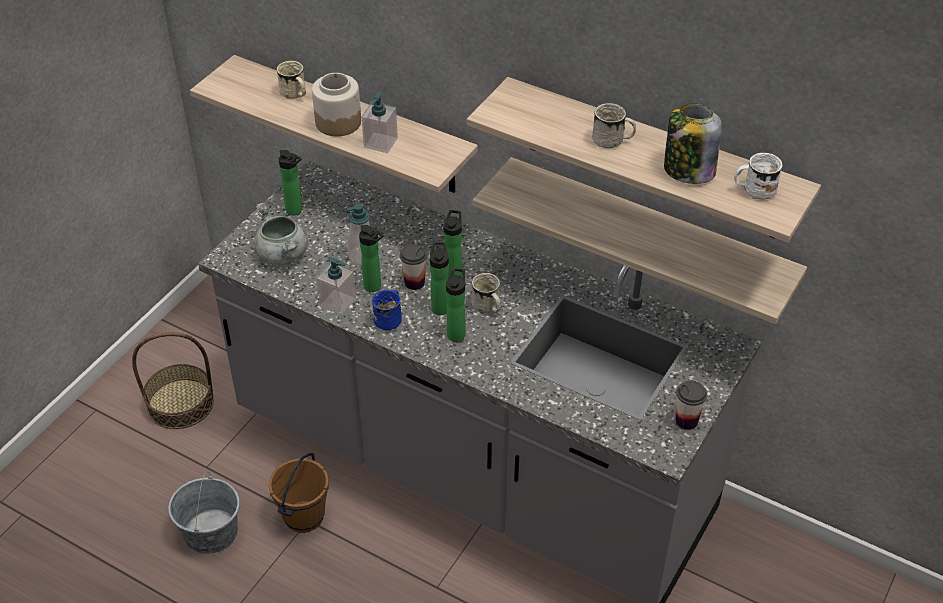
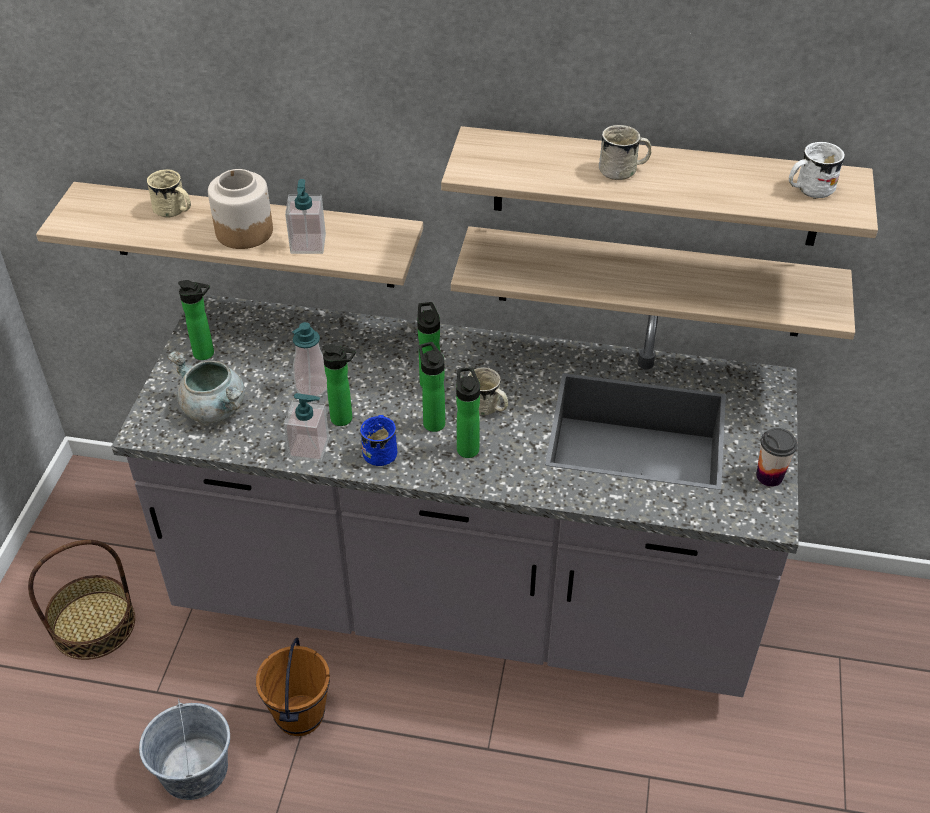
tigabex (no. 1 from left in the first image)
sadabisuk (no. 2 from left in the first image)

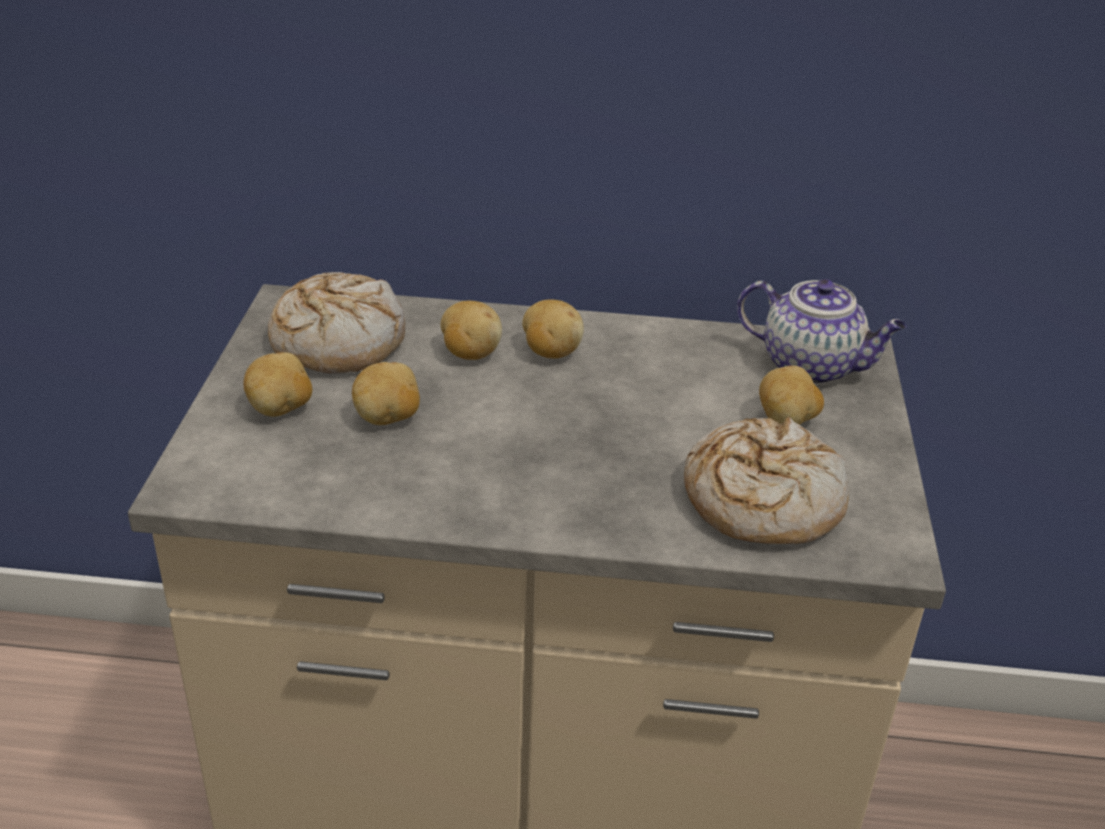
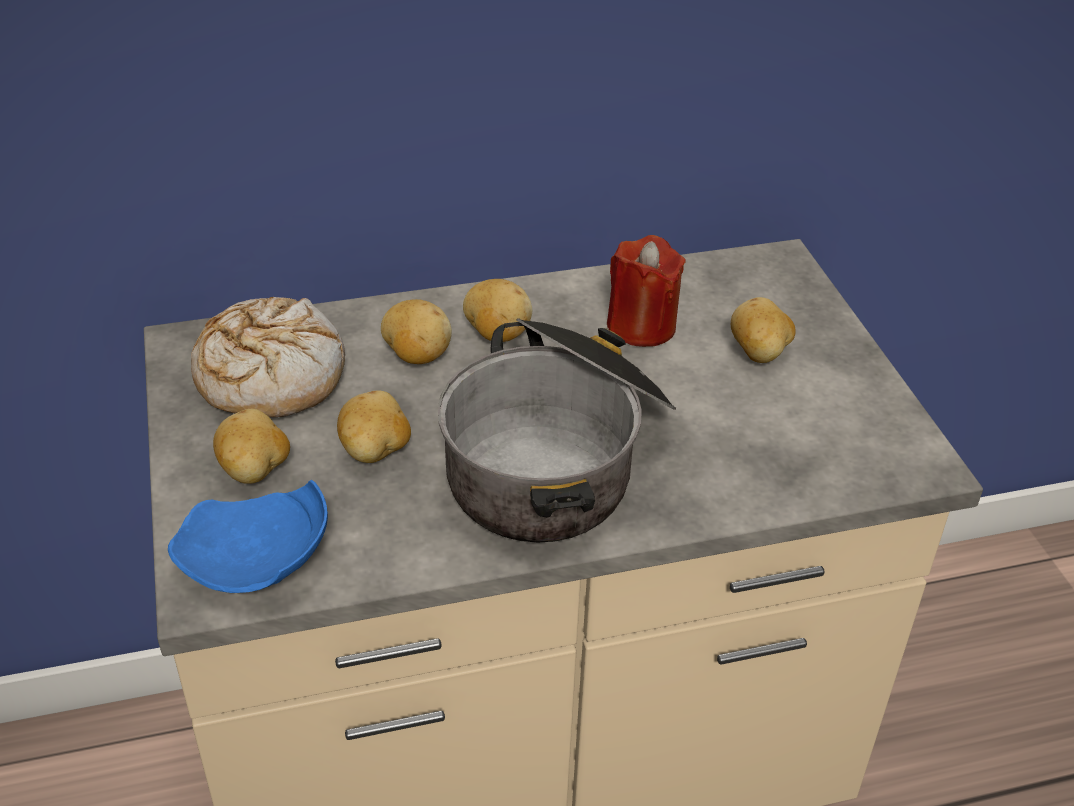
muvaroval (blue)
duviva
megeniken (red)
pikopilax (no. 2 from left in the first image)
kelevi

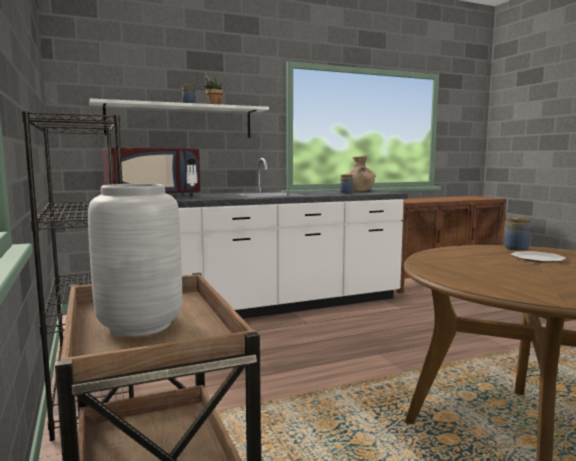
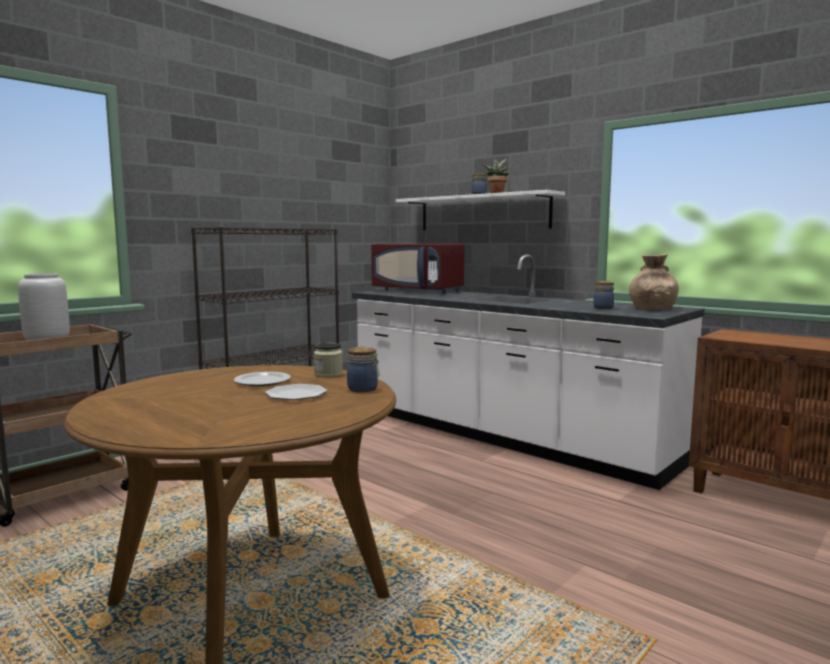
muvaroval (no. 1 from left)
sadabisuk (no. 1 from left)

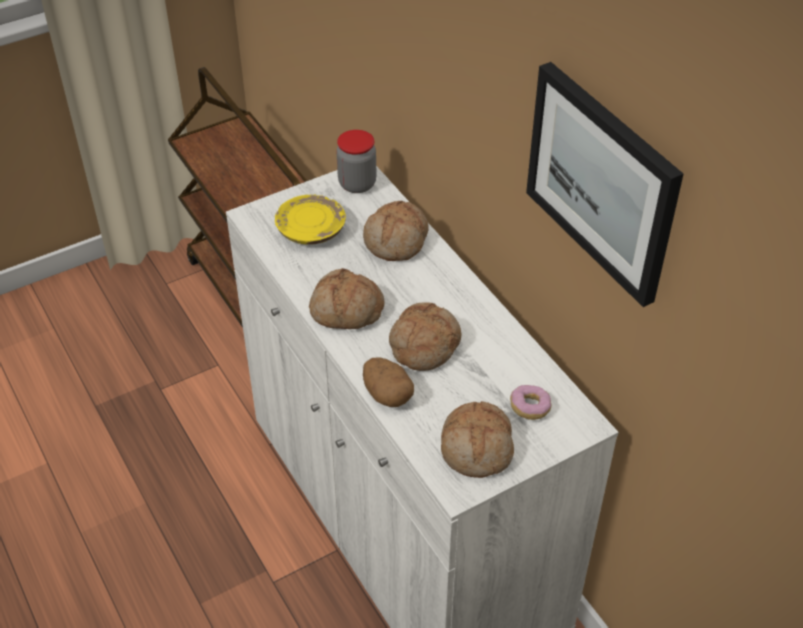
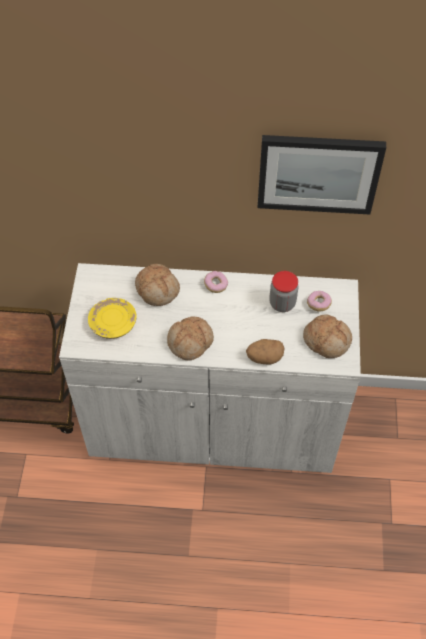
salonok (no. 1 from left)
sadabisuk
pikopilax (no. 3 from left in the first image)

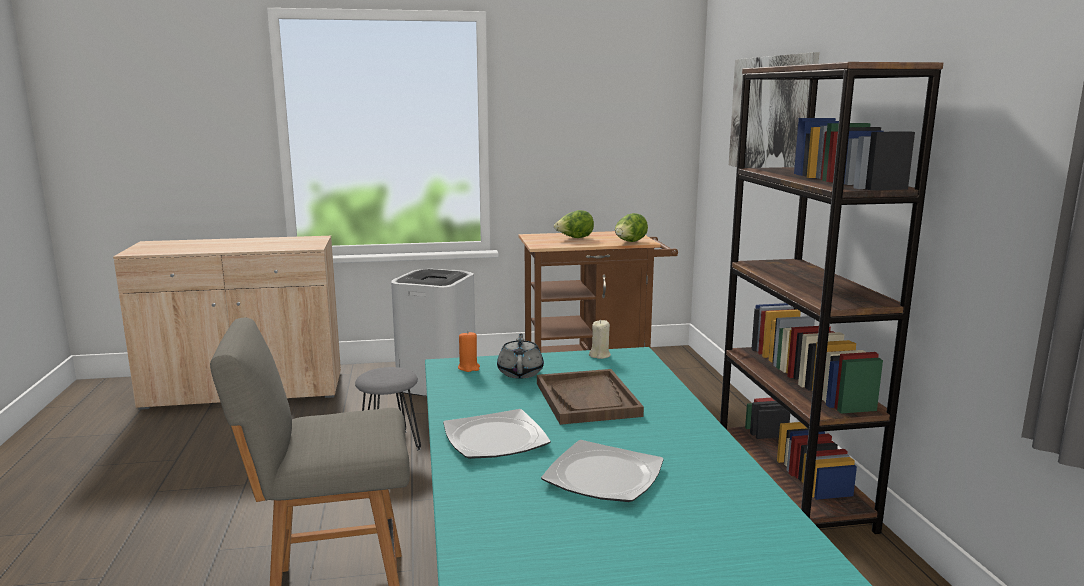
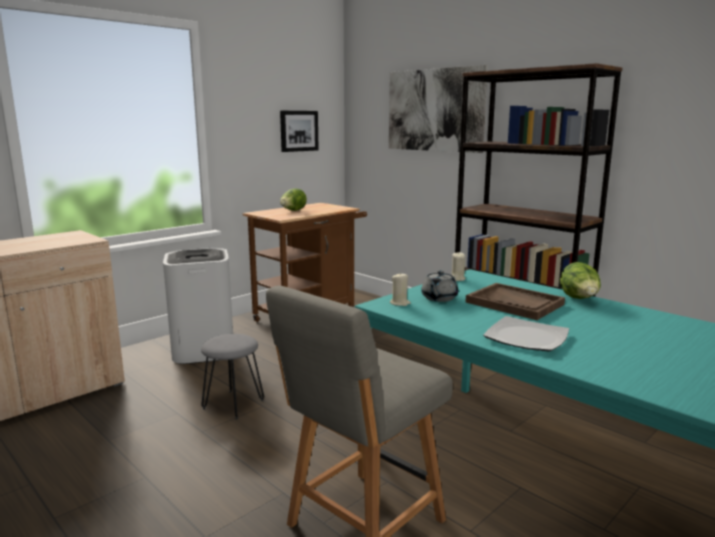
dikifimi (no. 1 from left)
megeniken (beige) (no. 1 from left)
kelevi (grey)
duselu (no. 2 from left)
muvaroval (no. 2 from left in the first image)

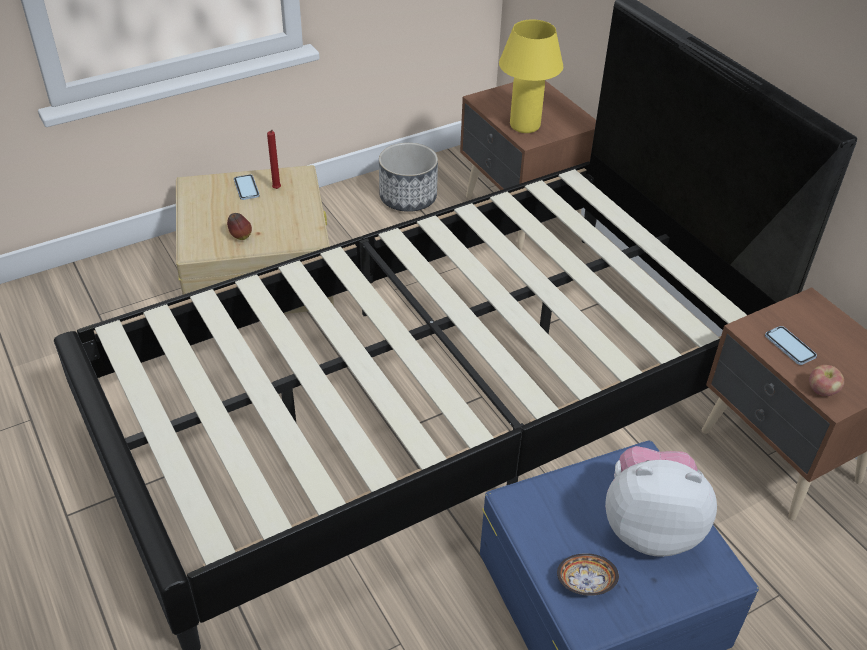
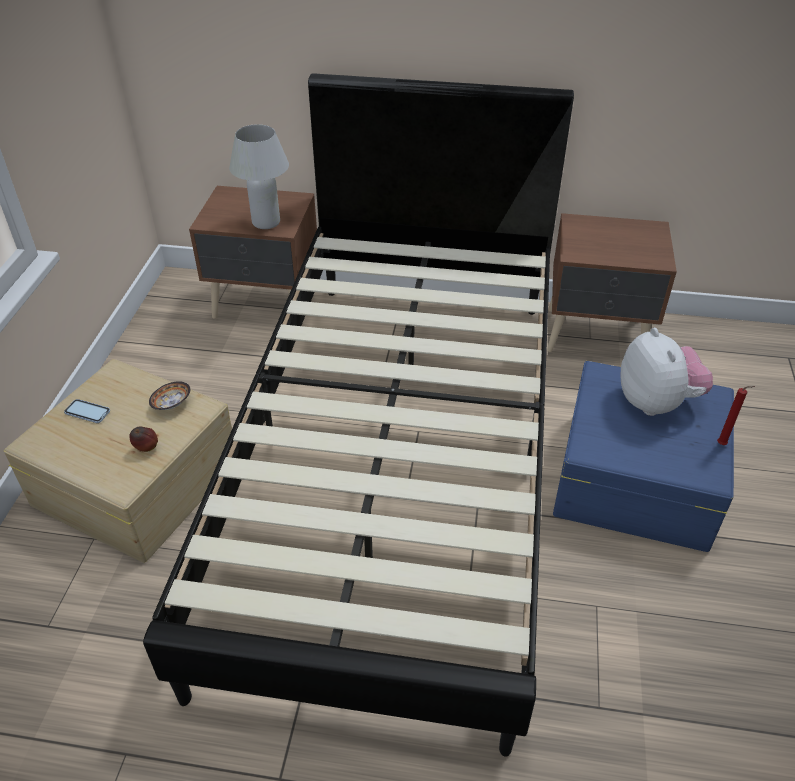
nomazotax
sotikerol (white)
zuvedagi
megeniken (red)
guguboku
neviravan (no. 2 from left in the first image)
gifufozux (no. 2 from left in the first image)

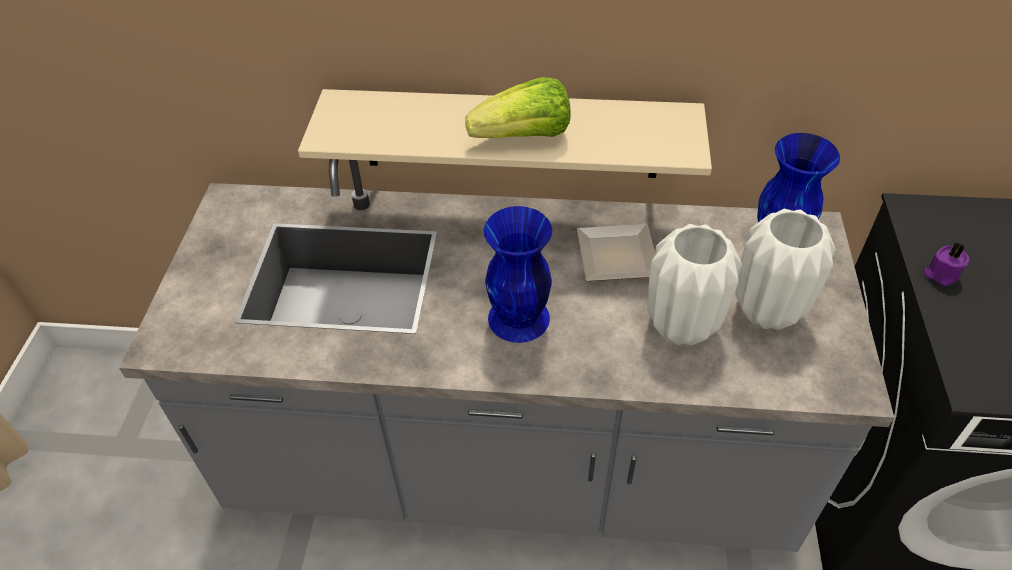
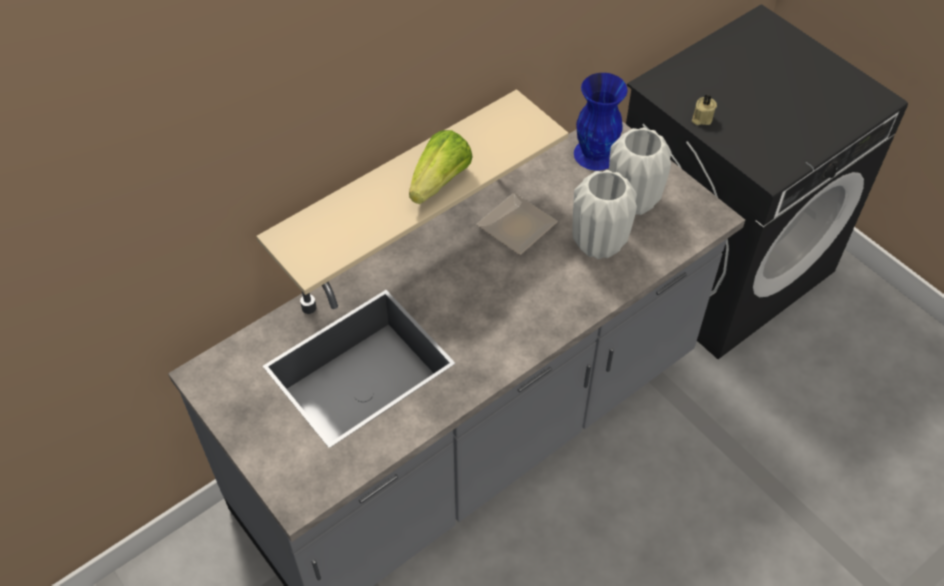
megeniken (beige)
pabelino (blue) (no. 1 from left in the first image)

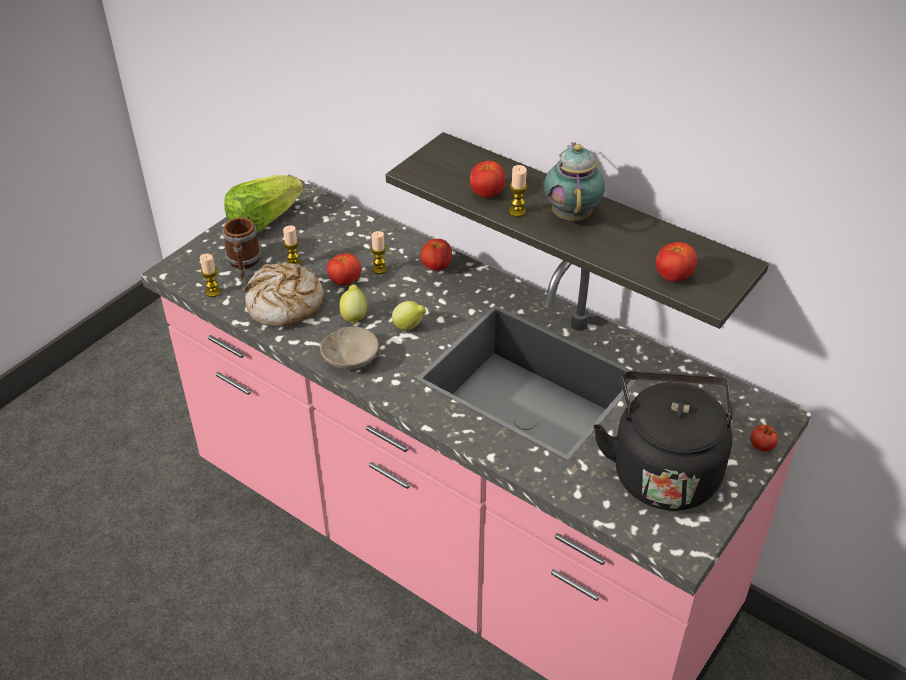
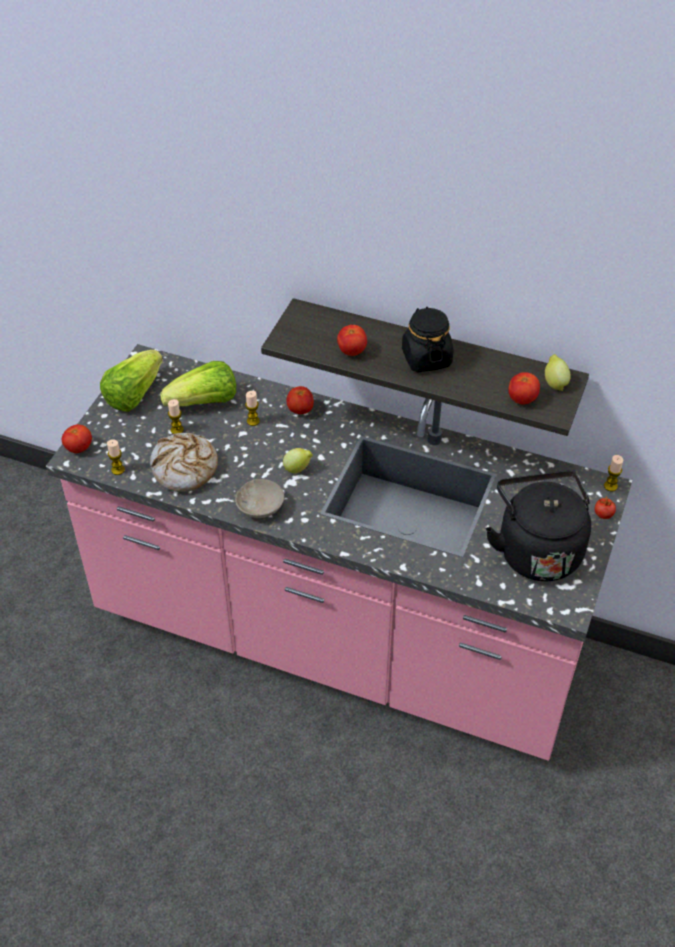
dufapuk (no. 1 from left)
duselu (no. 2 from left)
sadabisuk (black)
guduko (no. 2 from left)
megeniken (no. 4 from left)
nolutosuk

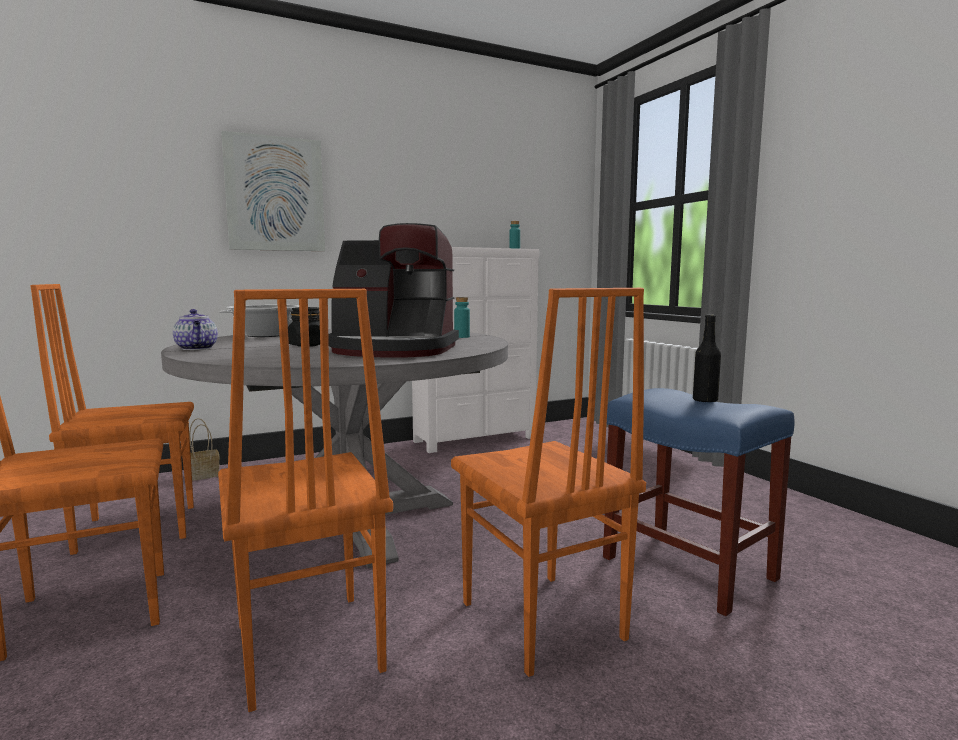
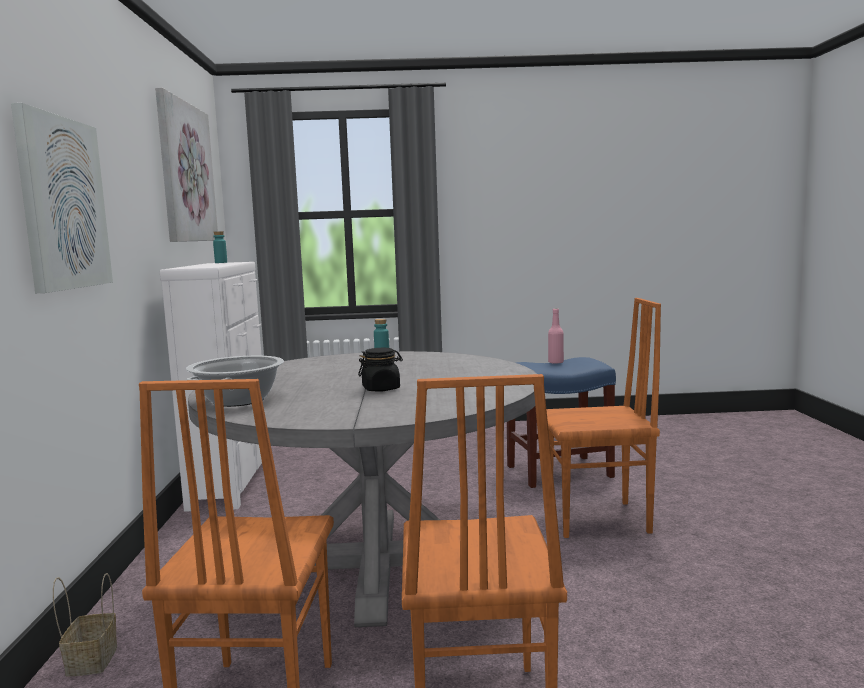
dikifimi (no. 2 from left)
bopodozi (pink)
kelevi
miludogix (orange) (no. 3 from left in the first image)
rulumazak

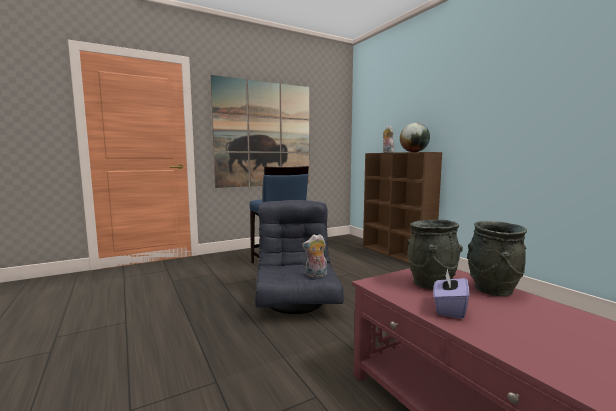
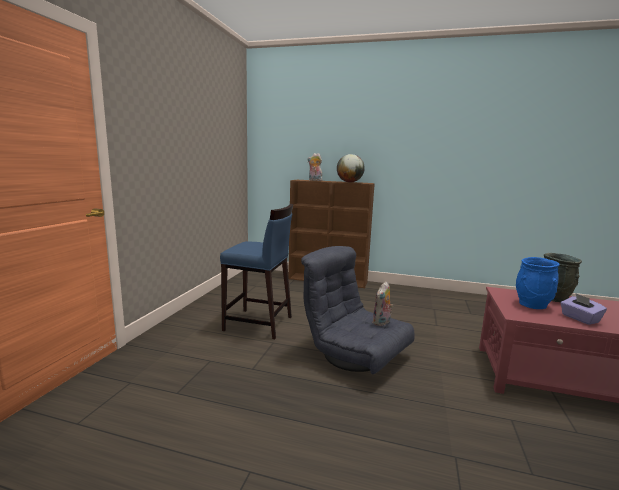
pabelino (blue)
dikifimi

